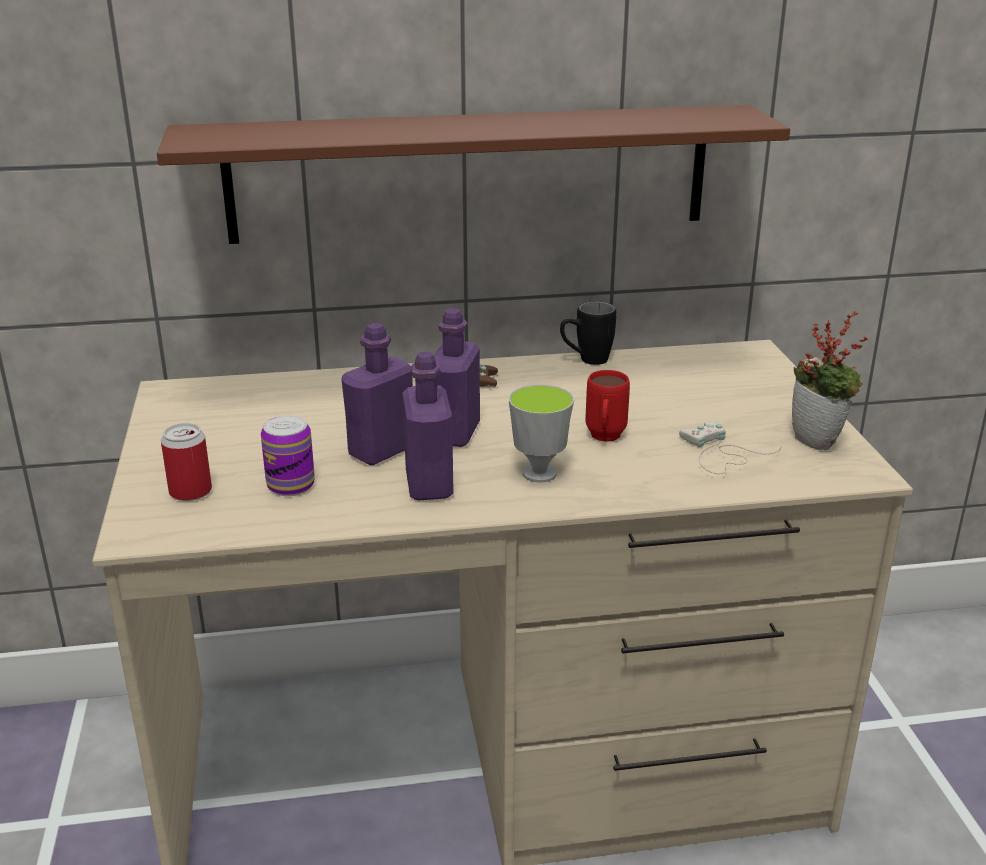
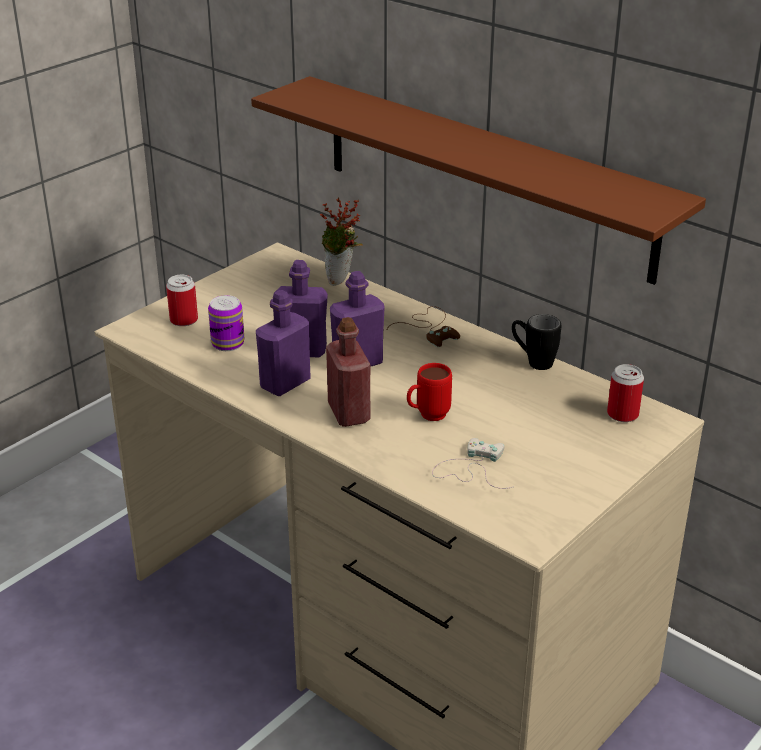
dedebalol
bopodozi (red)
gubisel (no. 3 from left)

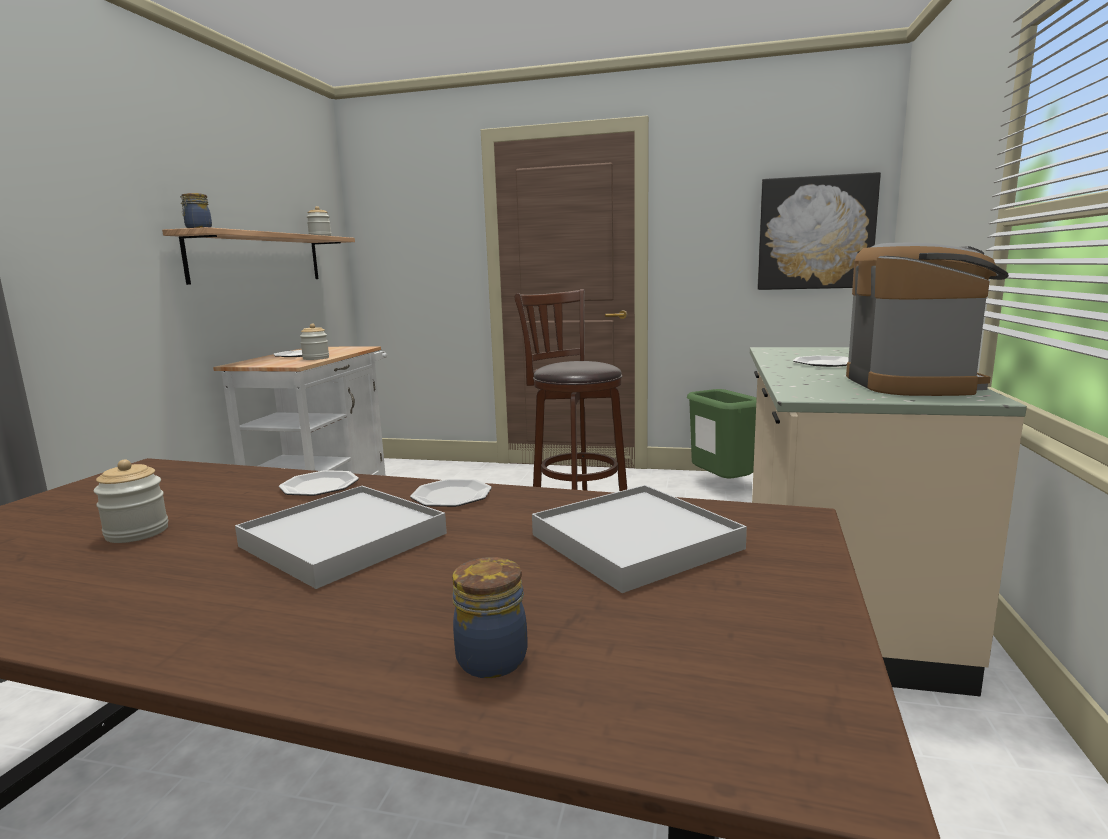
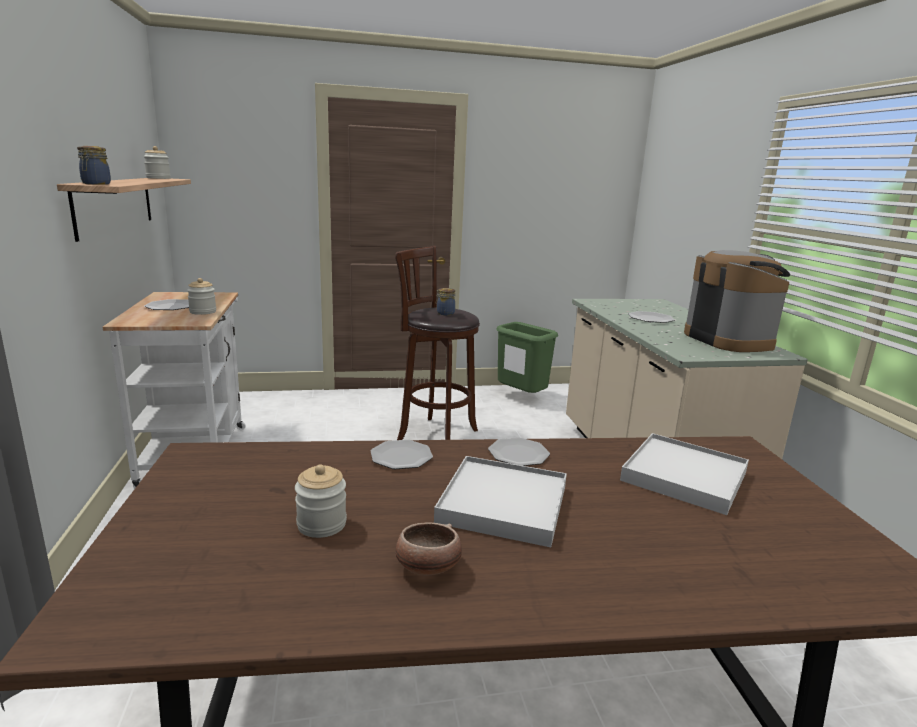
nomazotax
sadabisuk (no. 5 from left)
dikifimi

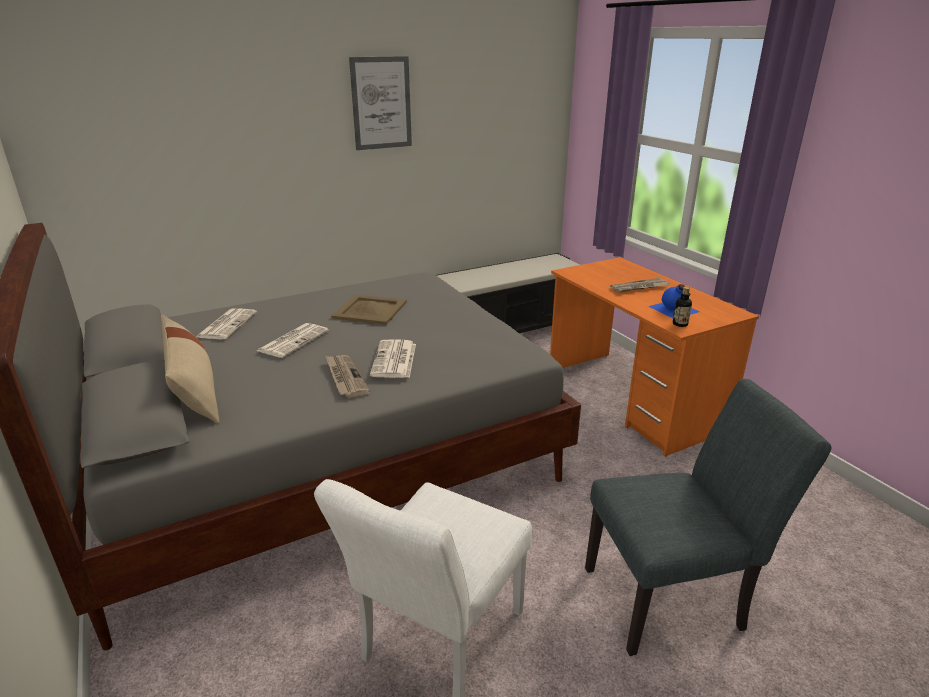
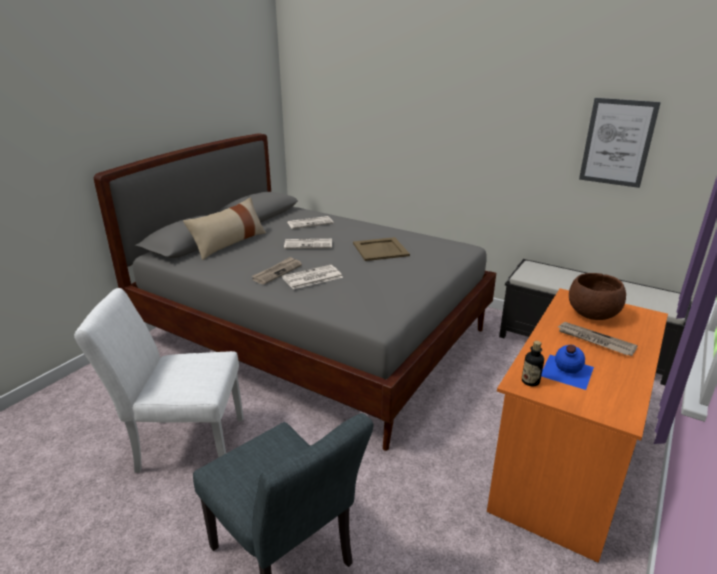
nomazotax (brown)
dikifimi

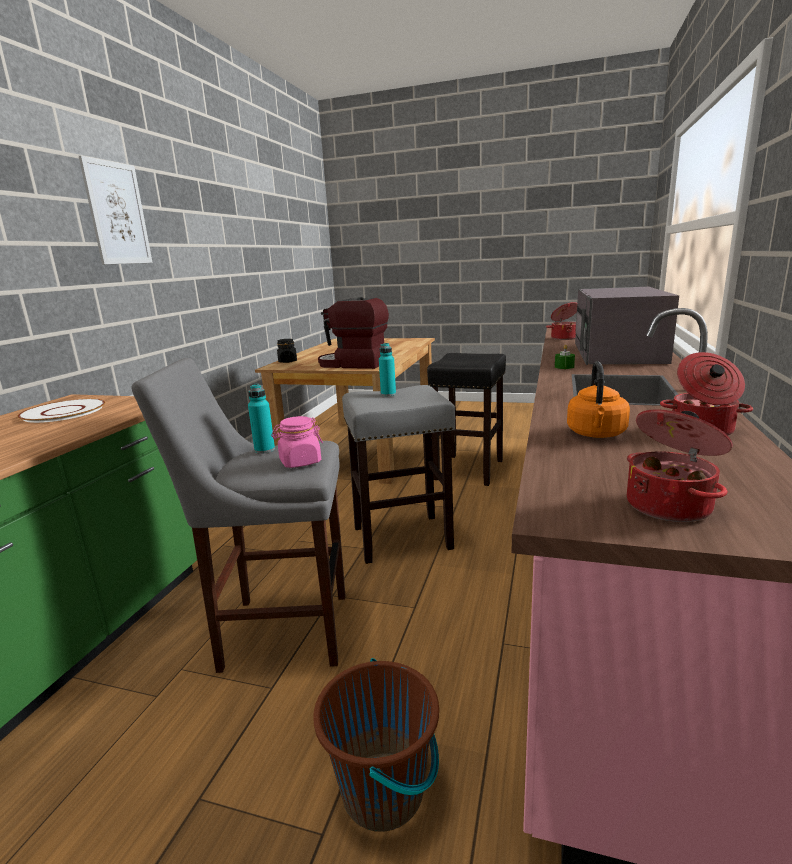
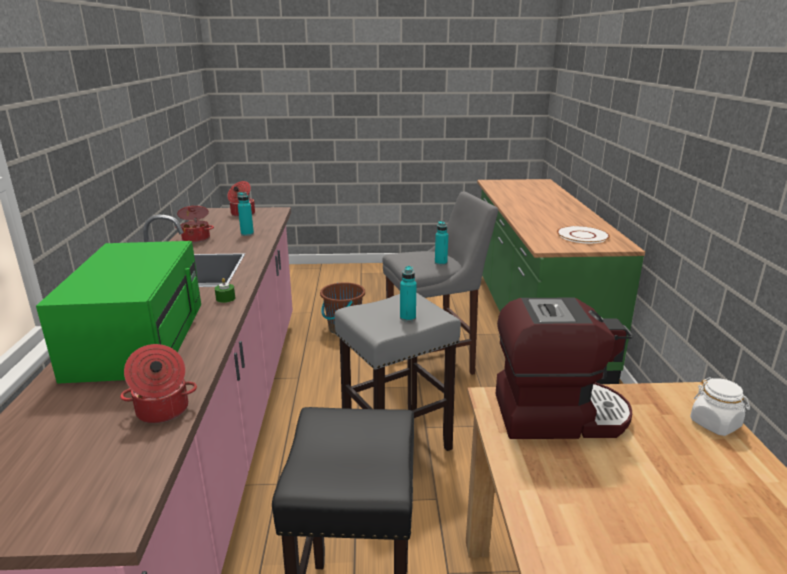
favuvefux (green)
bopodozi (turquoise) (no. 1 from left)
sadabisuk (white)
dikifimi
sadabisuk (pink)

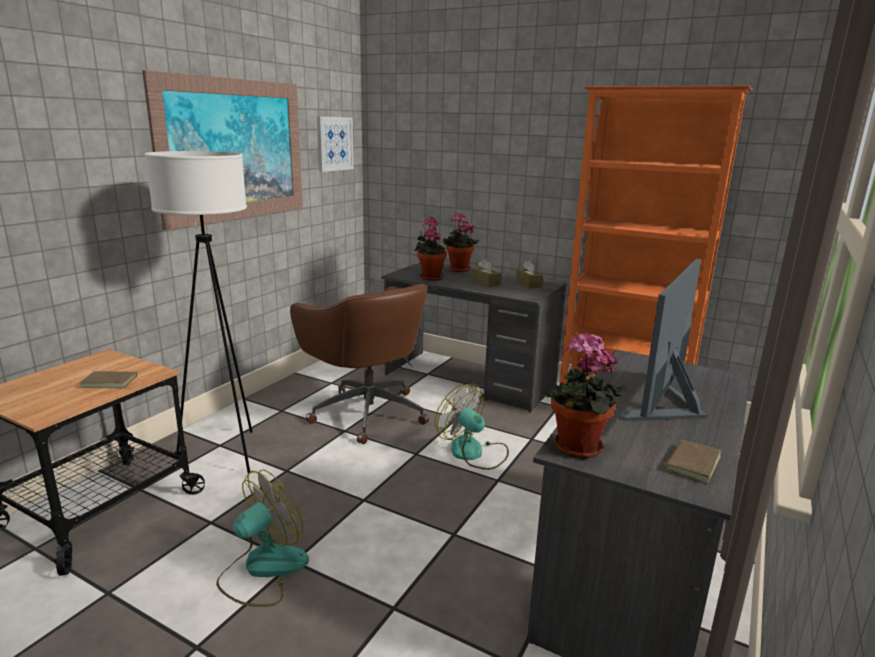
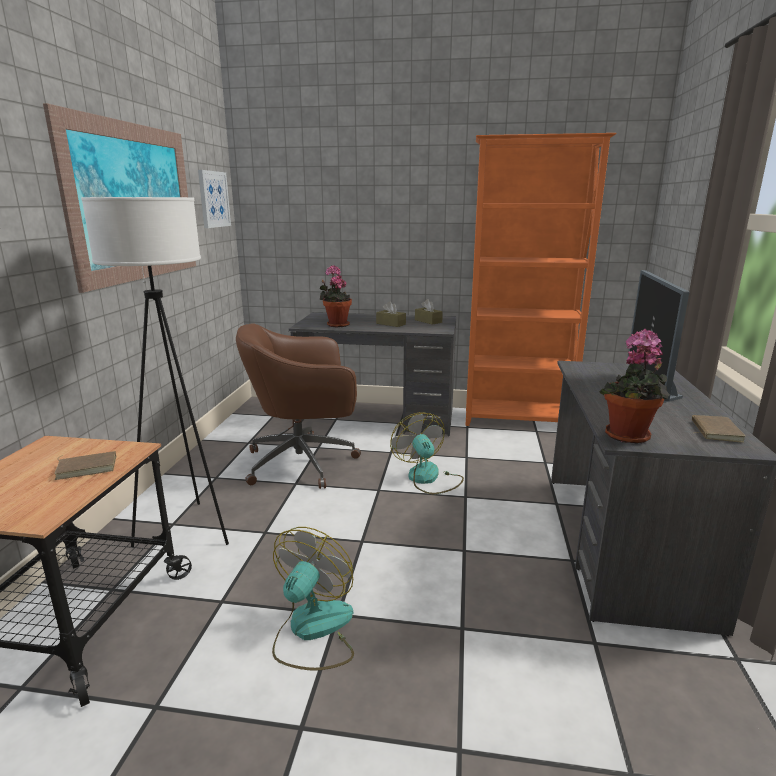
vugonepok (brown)
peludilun (no. 2 from left)
dedebalol (no. 2 from left in the first image)

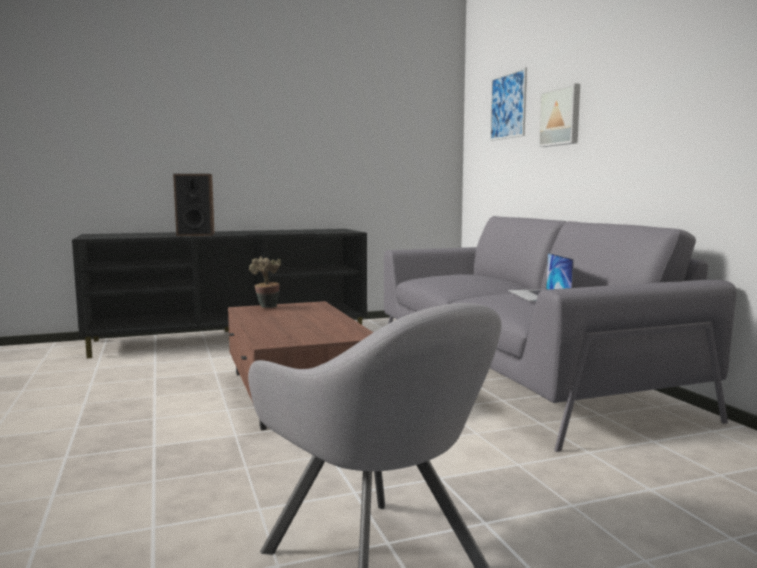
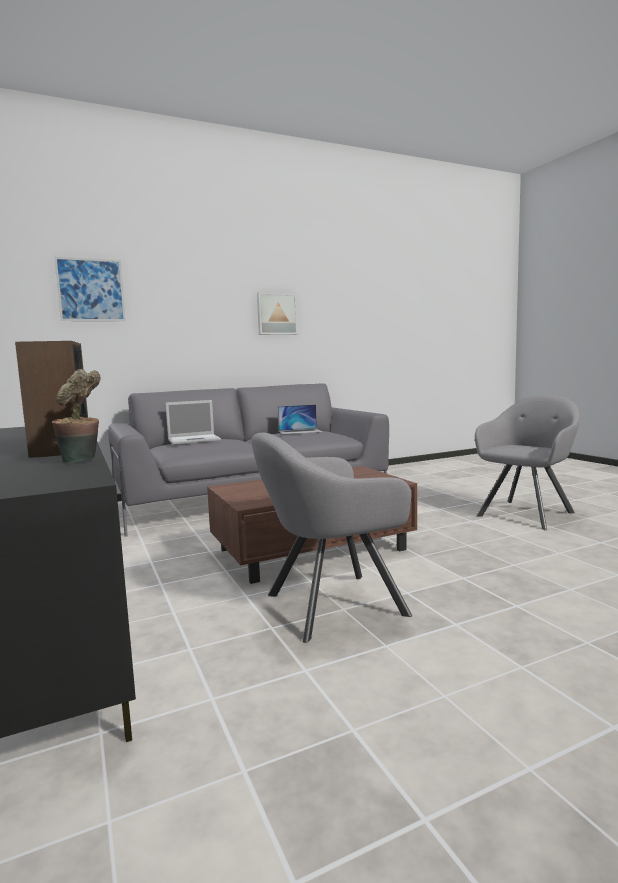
dedebalol
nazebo (no. 1 from left)
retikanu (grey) (no. 1 from left)
dikifimi (no. 2 from left)

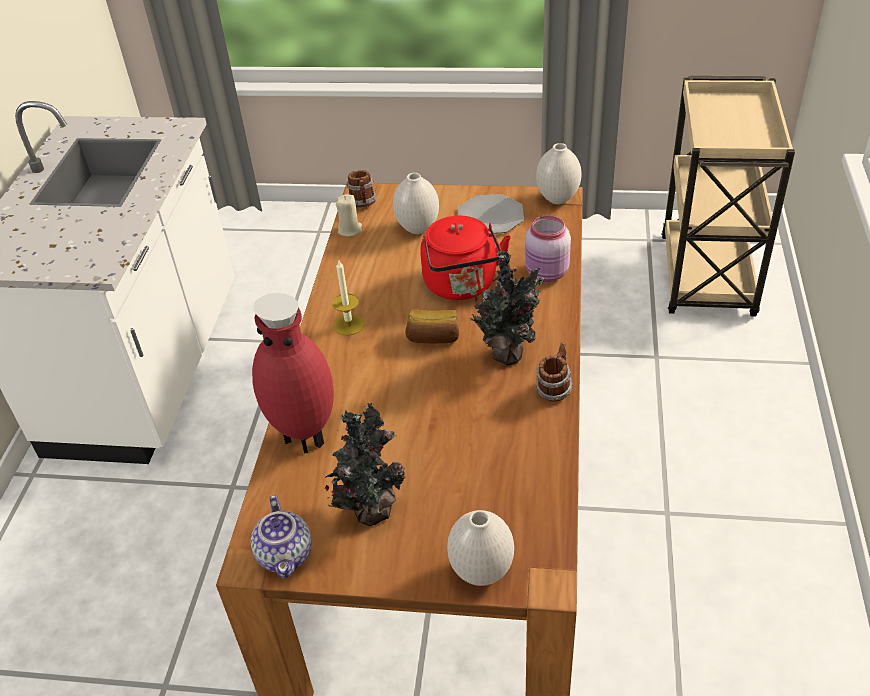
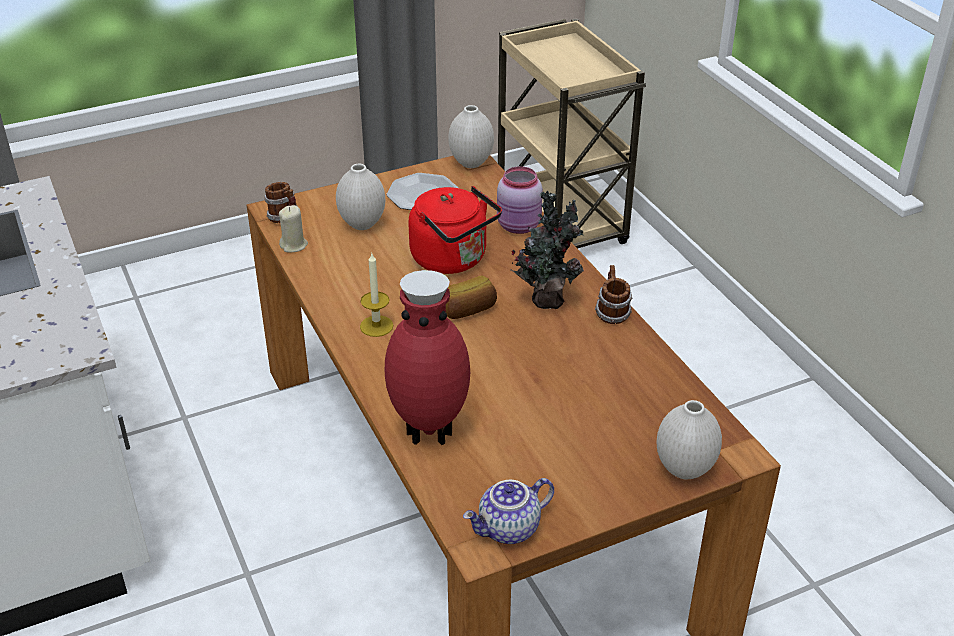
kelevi
dedebalol (no. 1 from left in the first image)

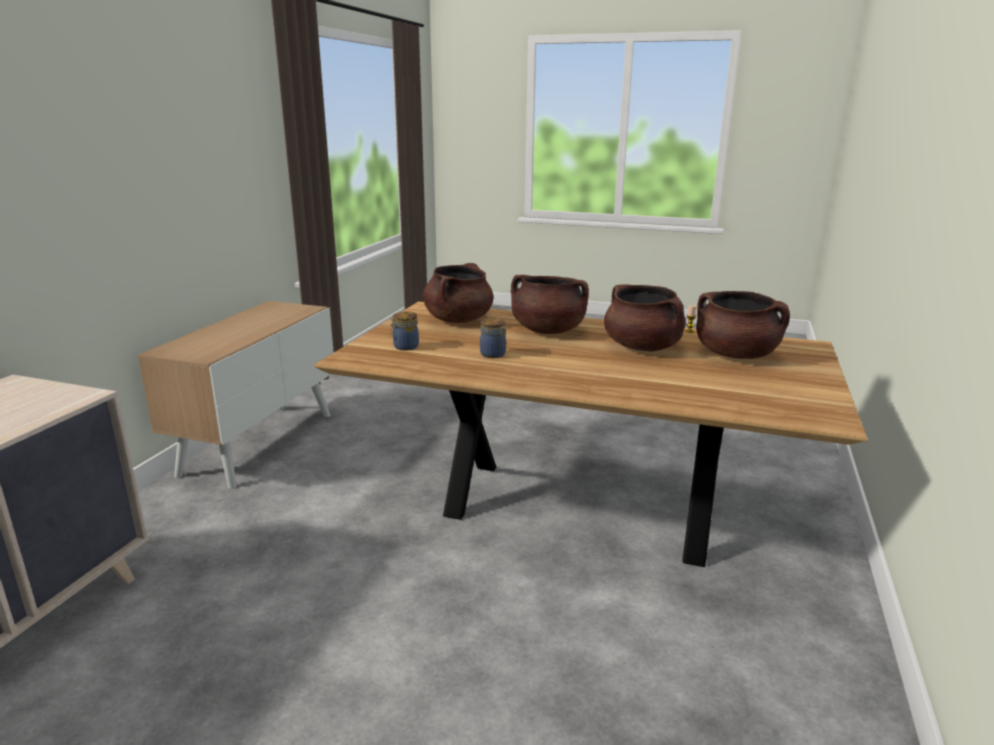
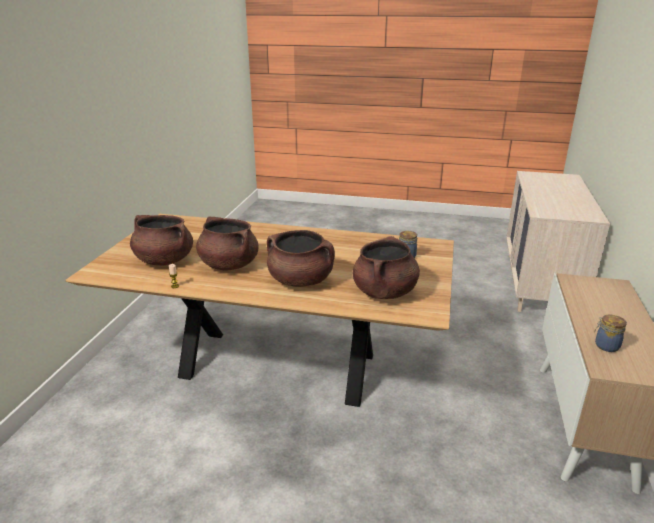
sadabisuk (no. 2 from left)

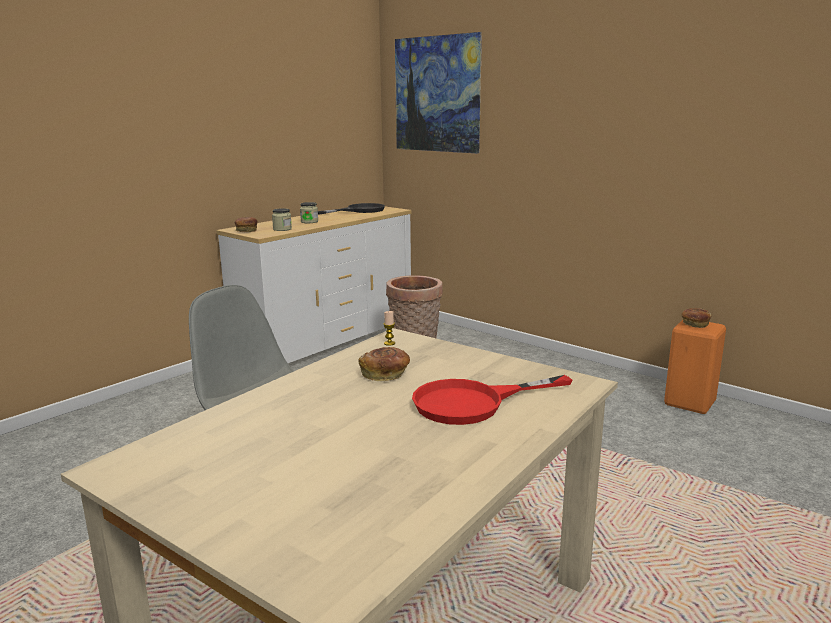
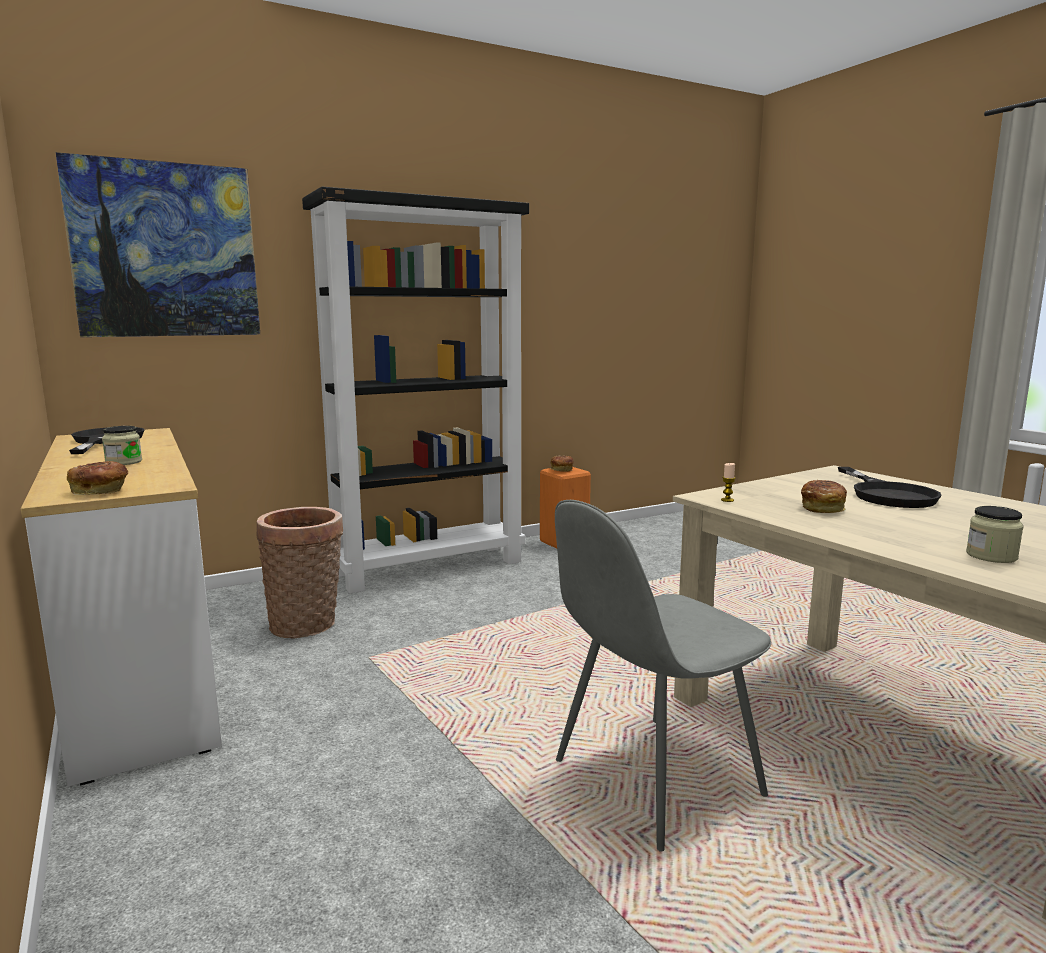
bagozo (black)
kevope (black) (no. 2 from left)
sadabisuk (no. 2 from left)

